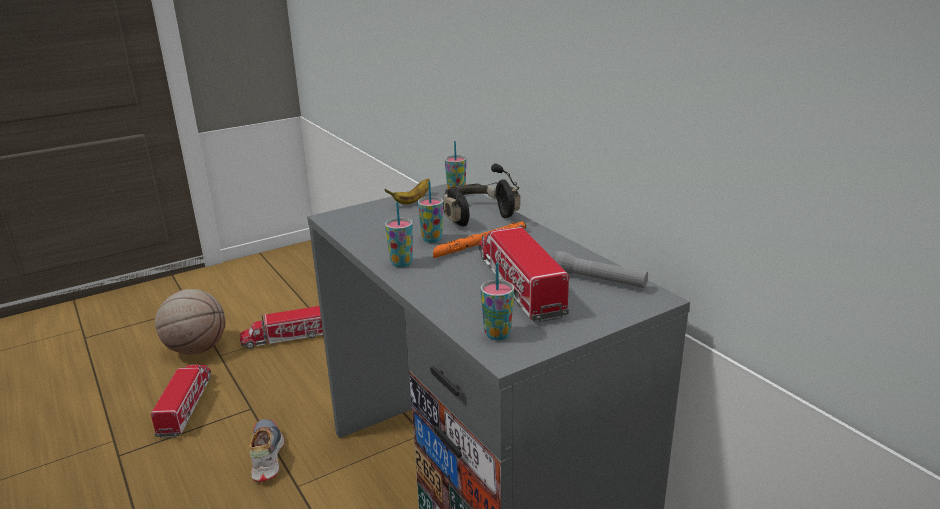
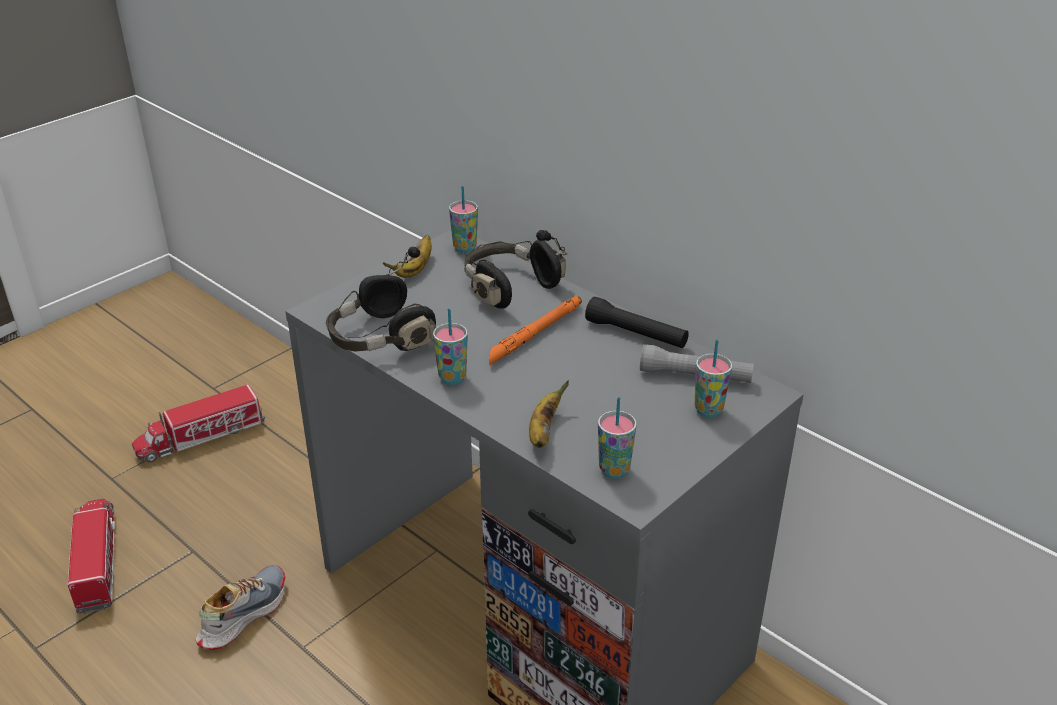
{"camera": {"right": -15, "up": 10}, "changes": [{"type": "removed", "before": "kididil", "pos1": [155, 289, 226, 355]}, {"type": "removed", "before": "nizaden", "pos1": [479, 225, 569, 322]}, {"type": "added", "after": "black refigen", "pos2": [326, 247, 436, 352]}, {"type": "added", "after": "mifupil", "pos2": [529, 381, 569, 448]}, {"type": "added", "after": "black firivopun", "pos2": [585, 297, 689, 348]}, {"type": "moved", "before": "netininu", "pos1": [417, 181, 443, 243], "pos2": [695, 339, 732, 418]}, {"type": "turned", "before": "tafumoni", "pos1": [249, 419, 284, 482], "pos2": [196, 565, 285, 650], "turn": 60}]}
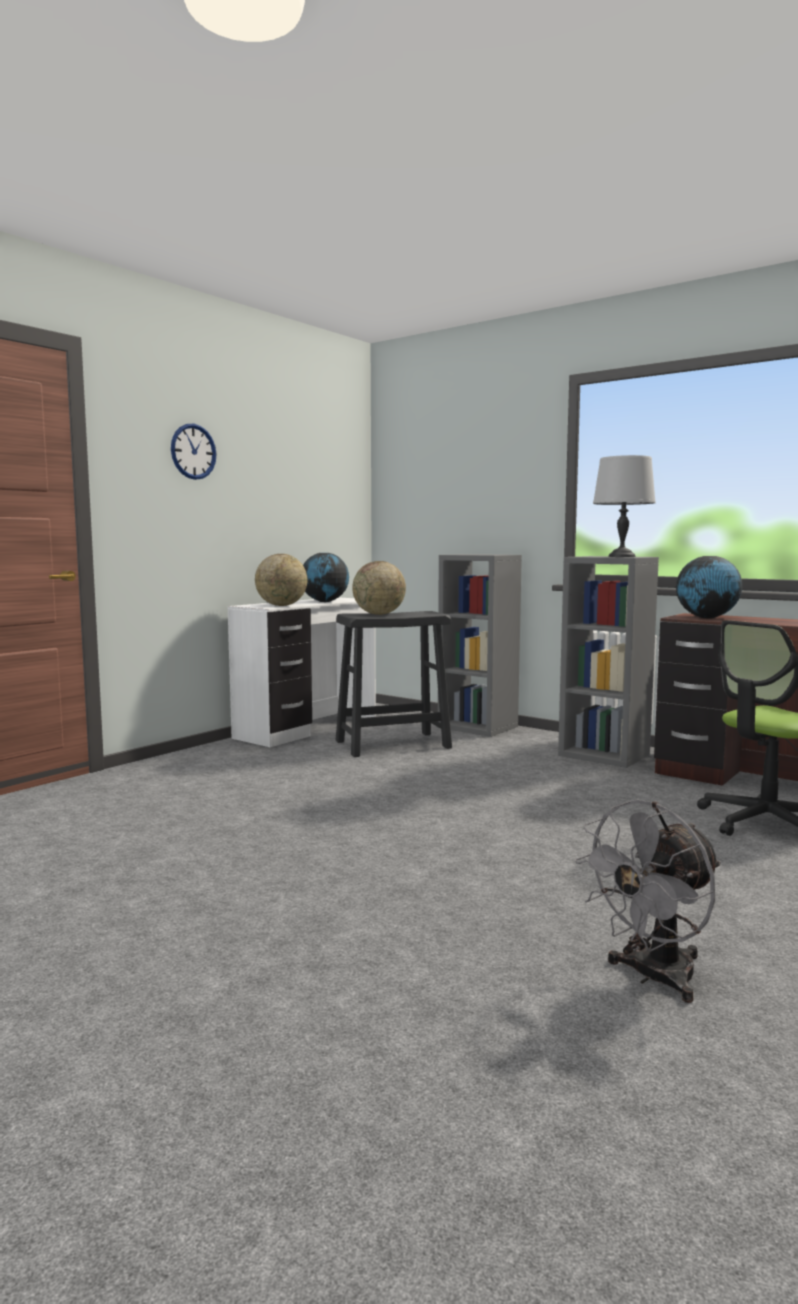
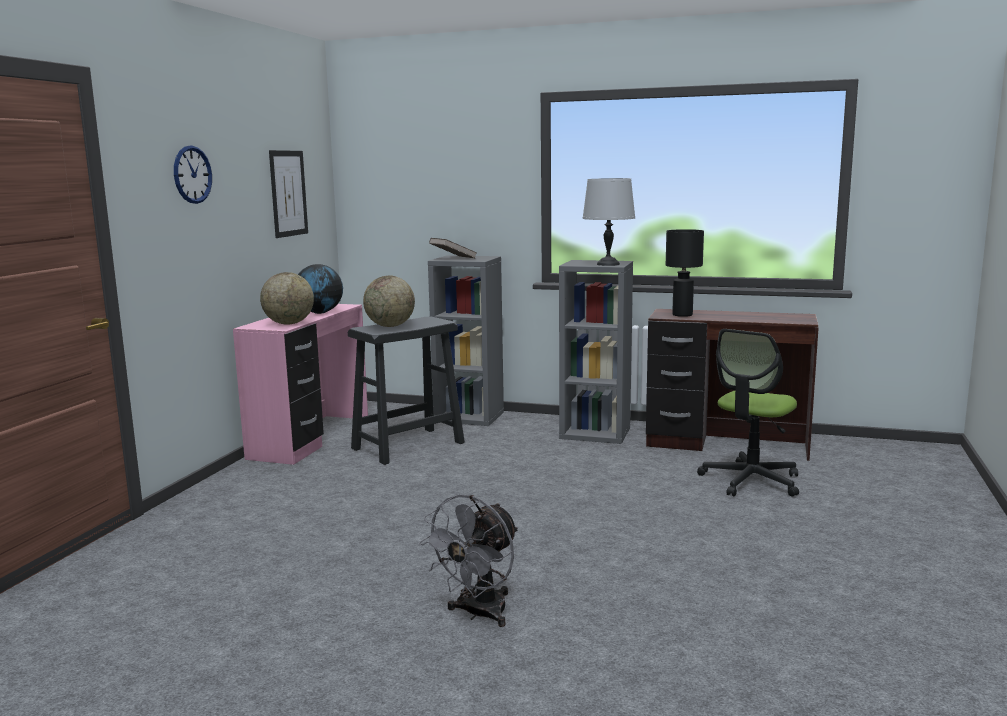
{"camera": {"right": -20, "up": 5}, "changes": [{"type": "added", "after": "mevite", "pos2": [269, 150, 308, 238]}, {"type": "added", "after": "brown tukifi", "pos2": [429, 238, 477, 258]}, {"type": "moved", "before": "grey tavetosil", "pos1": [575, 799, 721, 1003], "pos2": [419, 494, 518, 627]}, {"type": "replaced", "before": "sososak", "after": "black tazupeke", "pos1": [676, 556, 742, 618], "pos2": [666, 229, 704, 317]}, {"type": "recoloured", "before": "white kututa", "after": "pink kututa", "pos1": [228, 597, 376, 748], "pos2": [233, 304, 368, 465]}]}
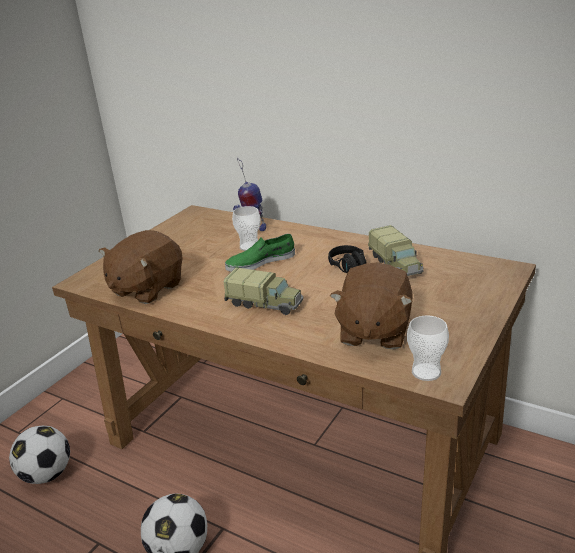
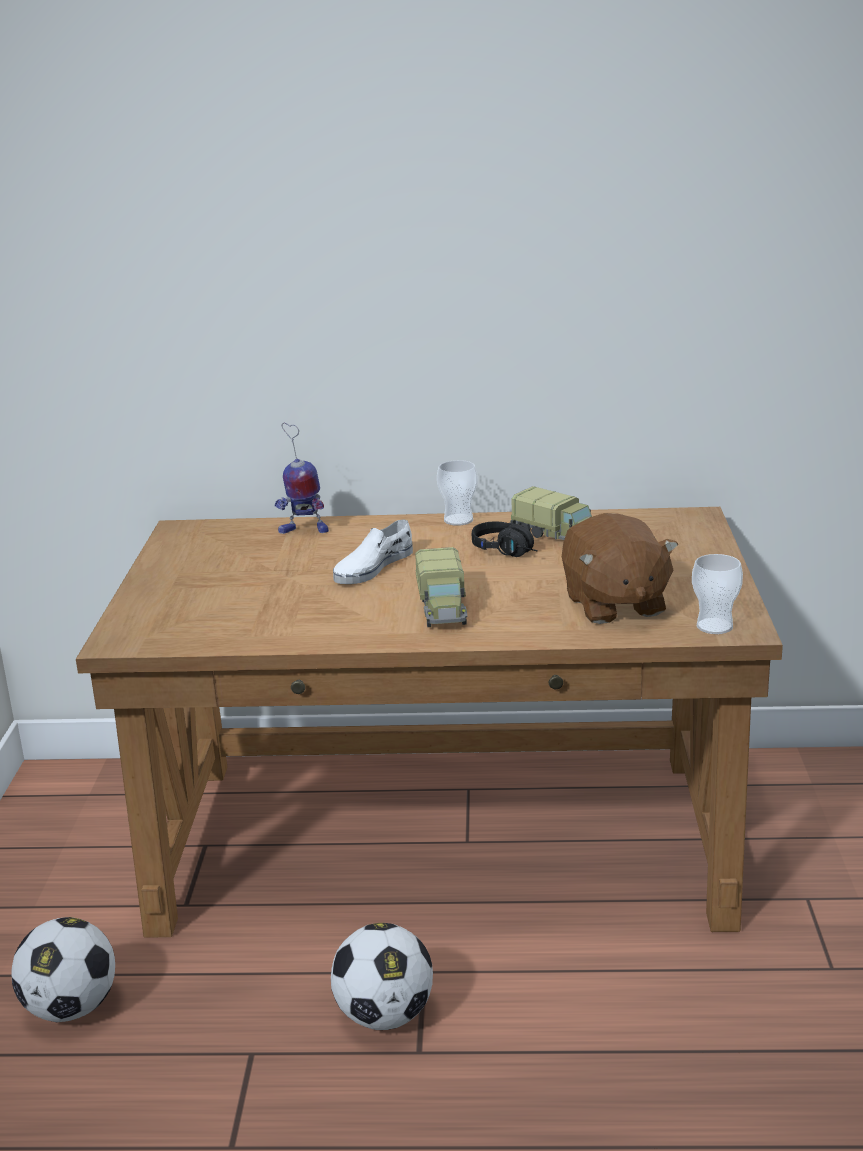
{"camera": {"right": -30, "up": -5}, "changes": [{"type": "removed", "before": "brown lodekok", "pos1": [99, 230, 183, 304]}, {"type": "moved", "before": "netininu", "pos1": [232, 206, 261, 251], "pos2": [437, 460, 478, 526]}, {"type": "recoloured", "before": "green tafumoni", "after": "white tafumoni", "pos1": [225, 234, 295, 272], "pos2": [333, 519, 413, 584]}, {"type": "turned", "before": "nizaden", "pos1": [224, 267, 303, 315], "pos2": [415, 547, 467, 627], "turn": 90}]}
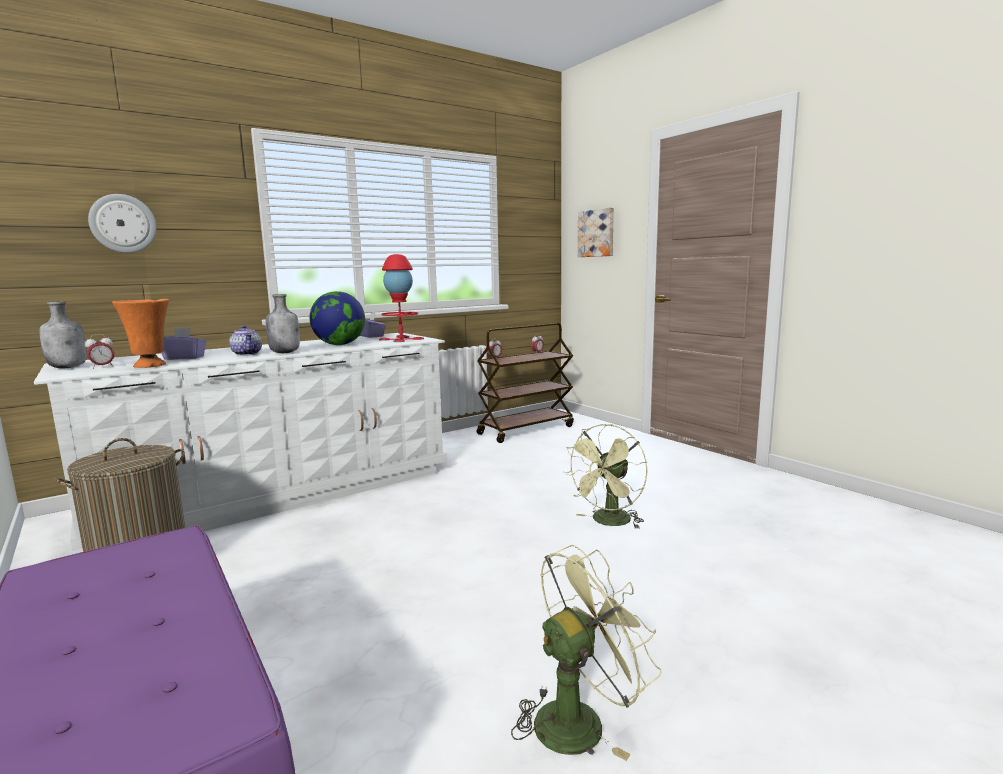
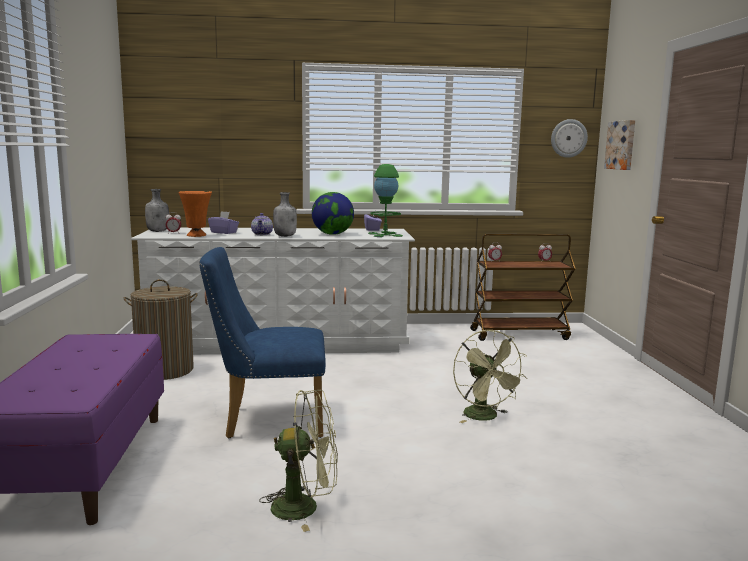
{"camera": {"right": 30, "up": 0}, "changes": [{"type": "added", "after": "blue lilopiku", "pos2": [199, 247, 326, 438]}, {"type": "moved", "before": "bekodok", "pos1": [88, 194, 157, 253], "pos2": [551, 119, 588, 158]}, {"type": "recoloured", "before": "red tazupeke", "after": "green tazupeke", "pos1": [379, 254, 424, 342], "pos2": [368, 164, 403, 237]}, {"type": "turned", "before": "green tavetosil", "pos1": [564, 424, 648, 529], "pos2": [453, 329, 527, 423], "turn": -90}]}
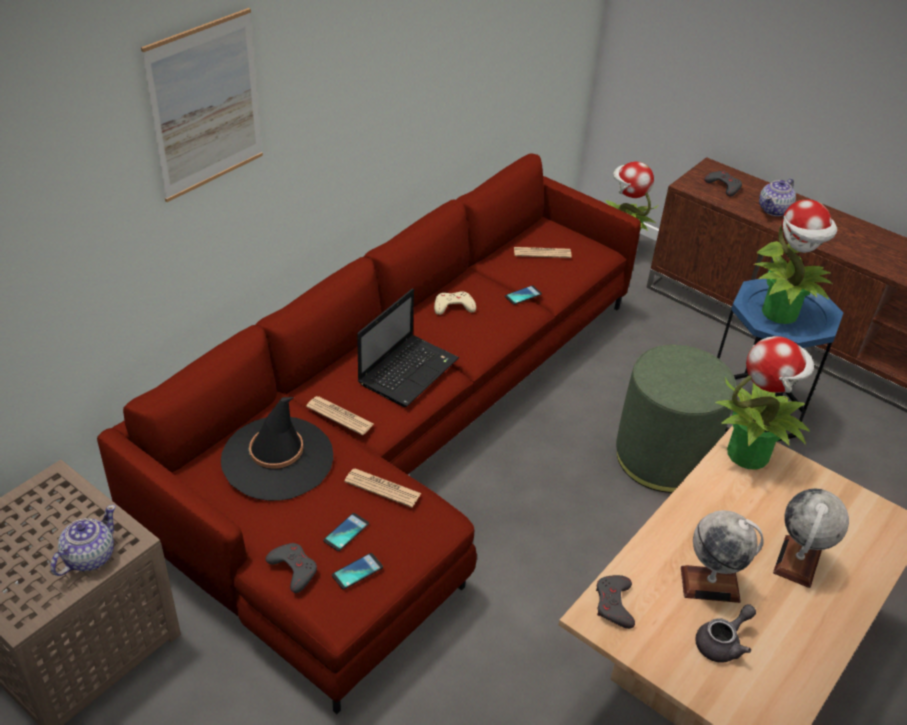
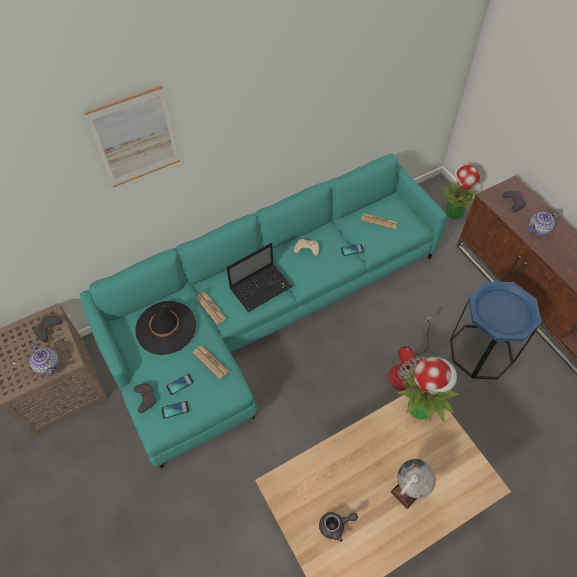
{"camera": {"right": 25, "up": 15}, "changes": [{"type": "removed", "before": "sososak", "pos1": [681, 510, 764, 603]}, {"type": "removed", "before": "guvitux", "pos1": [753, 199, 837, 324]}, {"type": "moved", "before": "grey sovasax", "pos1": [596, 575, 635, 629], "pos2": [34, 316, 62, 342]}, {"type": "replaced", "before": "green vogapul", "after": "tavetosil", "pos1": [616, 345, 736, 493], "pos2": [388, 315, 432, 390]}, {"type": "recoloured", "before": "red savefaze", "after": "turquoise savefaze", "pos1": [97, 153, 641, 714], "pos2": [79, 153, 447, 468]}, {"type": "turned", "before": "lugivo", "pos1": [51, 505, 116, 576], "pos2": [30, 343, 59, 376], "turn": 90}]}
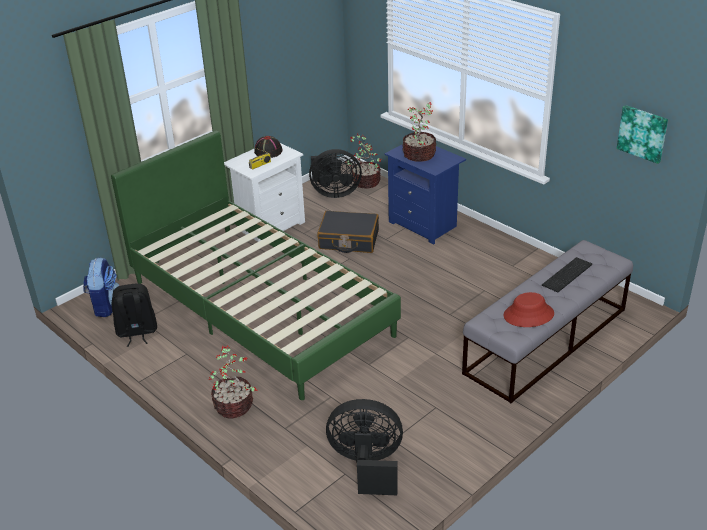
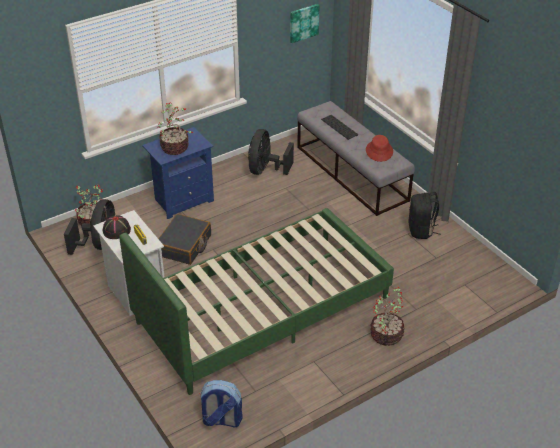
{"camera": {"right": -80, "up": 5}, "changes": [{"type": "moved", "before": "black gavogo", "pos1": [112, 283, 157, 347], "pos2": [408, 192, 440, 239]}, {"type": "moved", "before": "black tavetosil", "pos1": [326, 399, 403, 495], "pos2": [248, 129, 294, 175]}]}
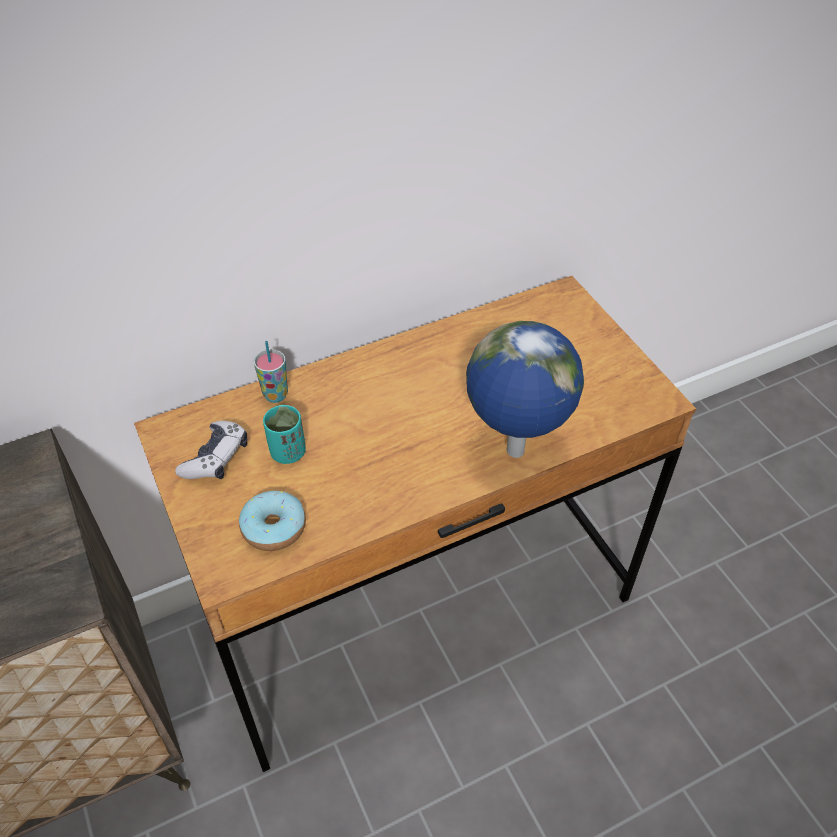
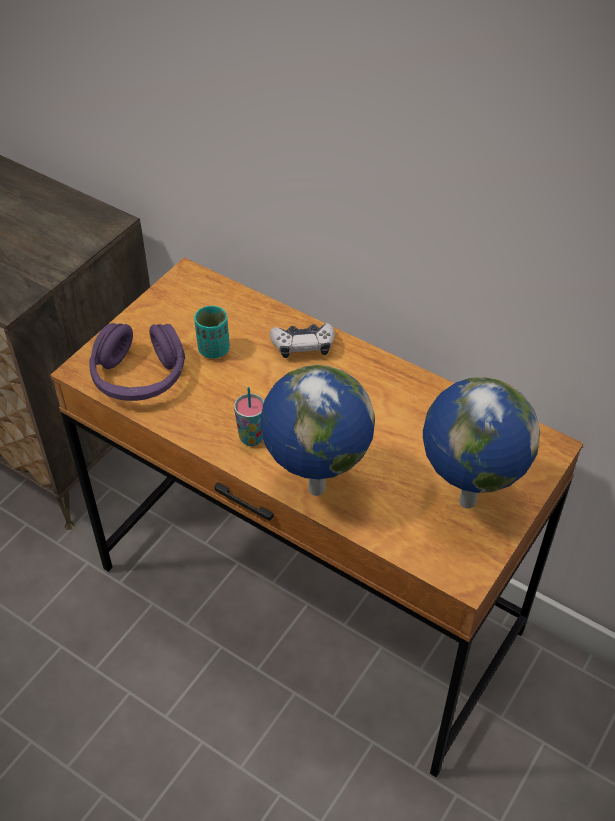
{"camera": {"right": 60, "up": 0}, "changes": [{"type": "added", "after": "sososak", "pos2": [423, 377, 540, 508]}, {"type": "moved", "before": "sovasax", "pos1": [175, 421, 247, 479], "pos2": [270, 323, 335, 358]}, {"type": "moved", "before": "netininu", "pos1": [254, 341, 288, 403], "pos2": [234, 387, 264, 446]}, {"type": "replaced", "before": "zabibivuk", "after": "purple refigen", "pos1": [239, 491, 306, 551], "pos2": [89, 323, 185, 401]}]}
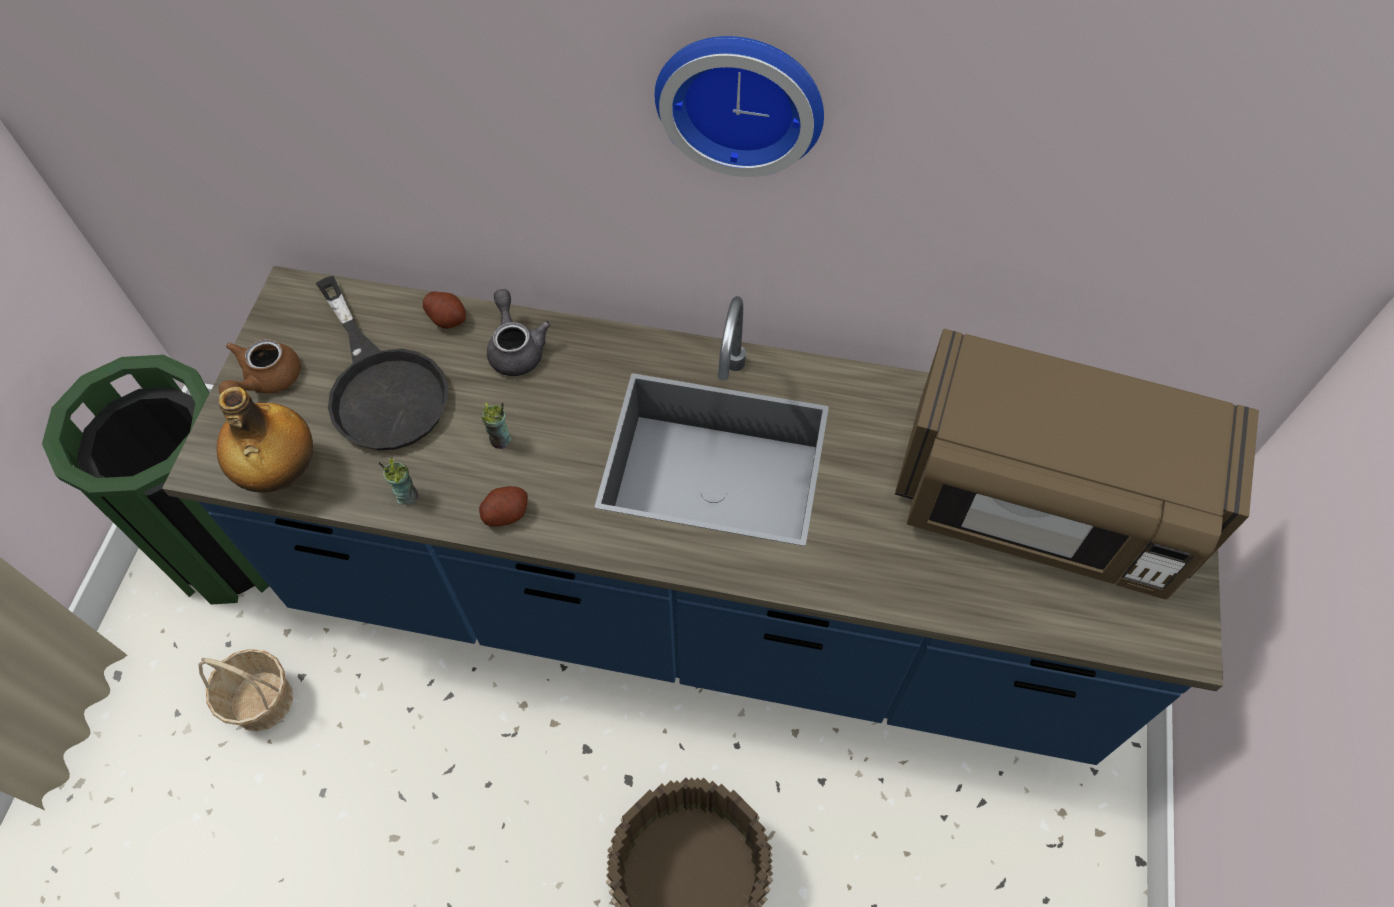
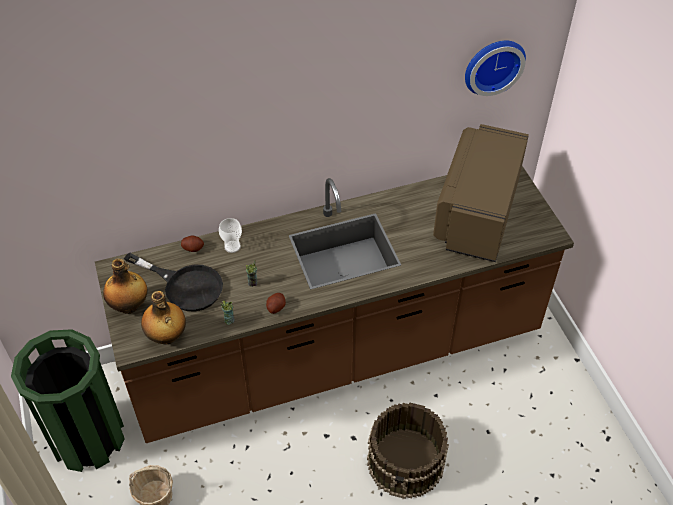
{"camera": {"right": -30, "up": -10}, "changes": [{"type": "moved", "before": "bekodok", "pos1": [655, 36, 824, 177], "pos2": [465, 41, 526, 96]}, {"type": "replaced", "before": "brown lugivo", "after": "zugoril", "pos1": [219, 339, 301, 394], "pos2": [103, 258, 147, 314]}, {"type": "replaced", "before": "grey lugivo", "after": "netininu", "pos1": [487, 289, 550, 376], "pos2": [219, 218, 242, 253]}, {"type": "recoloured", "before": "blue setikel", "after": "brown setikel", "pos1": [162, 266, 1223, 765], "pos2": [95, 166, 574, 443]}, {"type": "turned", "before": "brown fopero", "pos1": [895, 329, 1259, 599], "pos2": [433, 124, 529, 262], "turn": 120}]}
